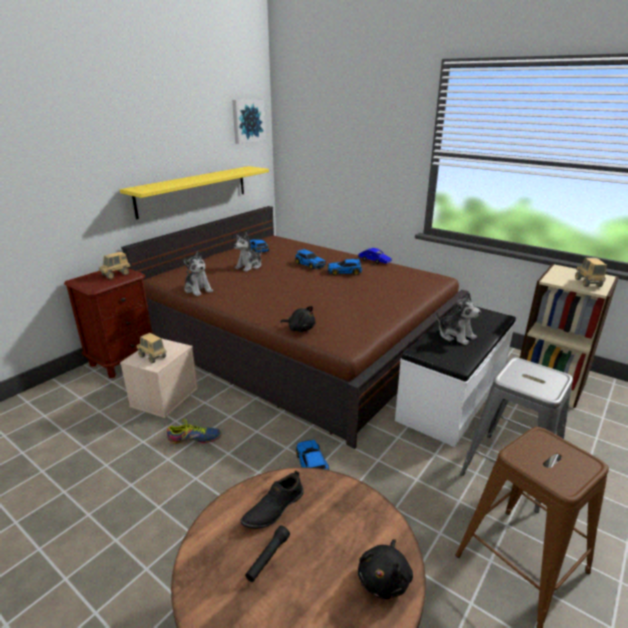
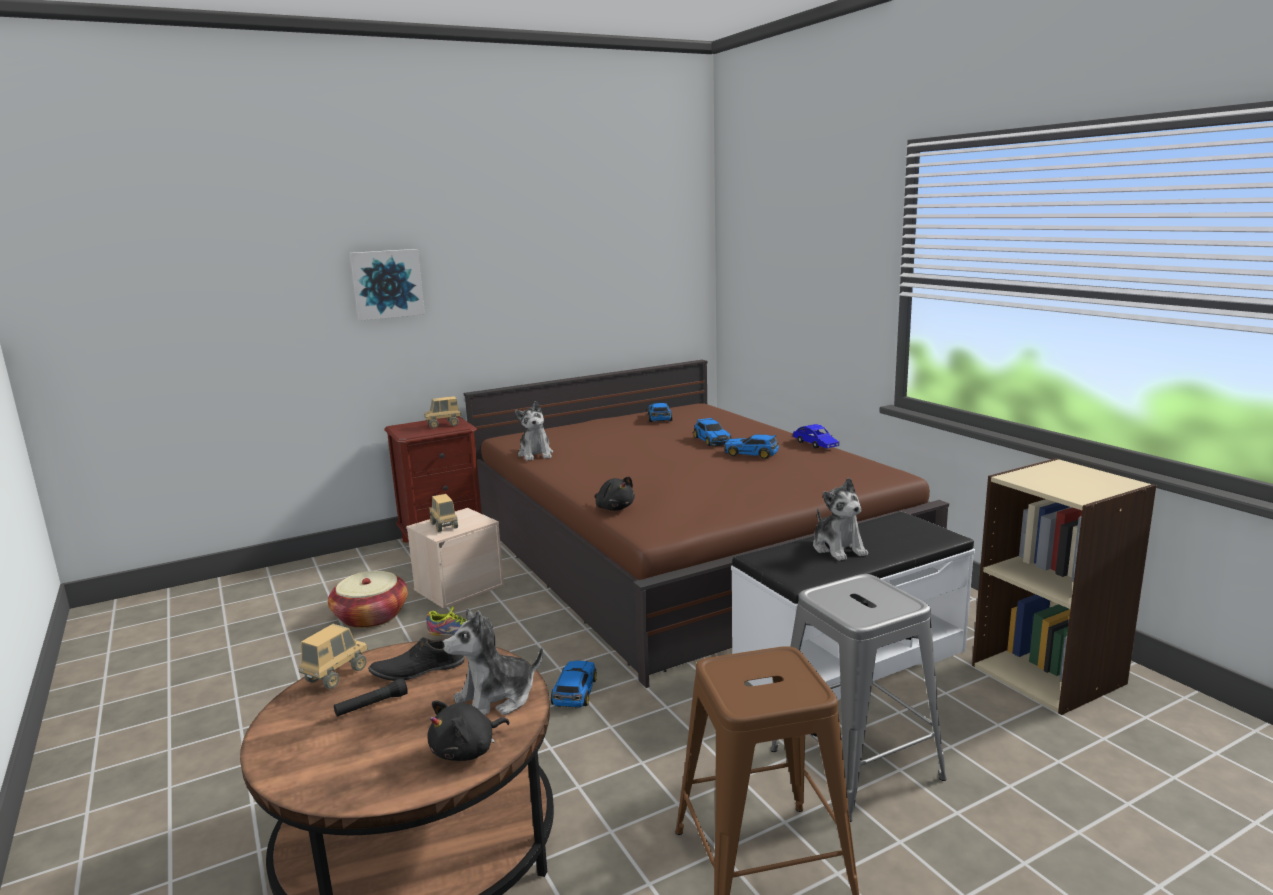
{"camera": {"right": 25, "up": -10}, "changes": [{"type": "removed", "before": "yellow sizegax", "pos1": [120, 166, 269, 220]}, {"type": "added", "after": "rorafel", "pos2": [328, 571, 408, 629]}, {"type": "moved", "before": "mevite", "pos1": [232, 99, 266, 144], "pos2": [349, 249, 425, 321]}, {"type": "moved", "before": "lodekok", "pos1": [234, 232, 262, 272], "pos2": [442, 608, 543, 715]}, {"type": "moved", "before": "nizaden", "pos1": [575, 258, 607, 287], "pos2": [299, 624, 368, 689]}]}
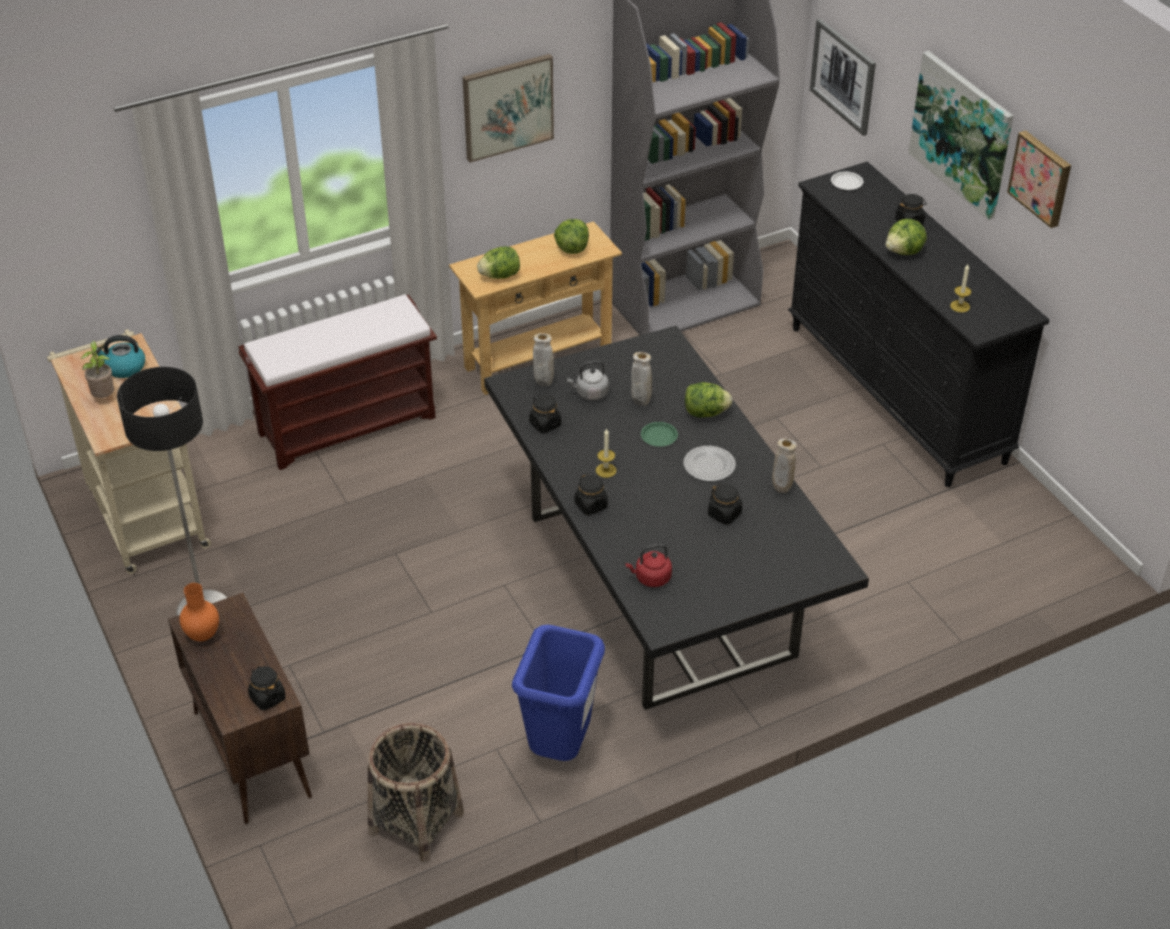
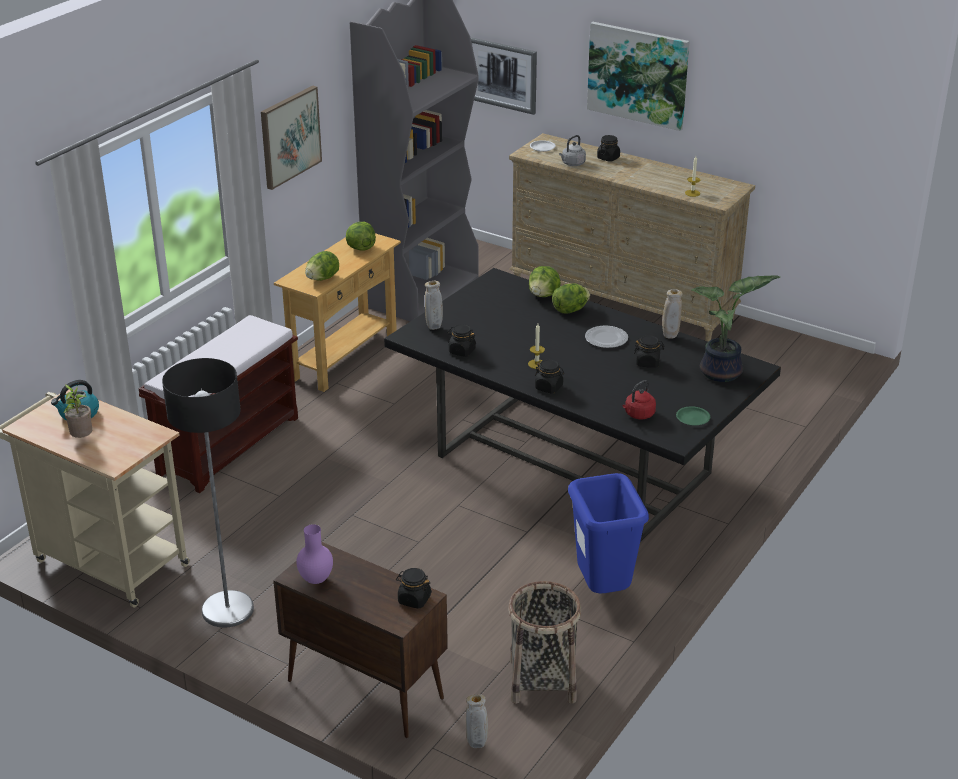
{"camera": {"right": -30, "up": -10}, "changes": [{"type": "removed", "before": "mevite", "pos1": [1007, 130, 1071, 228]}, {"type": "added", "after": "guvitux", "pos2": [691, 275, 780, 382]}, {"type": "moved", "before": "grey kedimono", "pos1": [567, 361, 609, 400], "pos2": [559, 135, 586, 166]}, {"type": "moved", "before": "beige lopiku", "pos1": [631, 352, 652, 406], "pos2": [466, 694, 488, 748]}, {"type": "moved", "before": "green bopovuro", "pos1": [641, 422, 678, 447], "pos2": [676, 406, 710, 426]}, {"type": "moved", "before": "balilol", "pos1": [886, 219, 927, 255], "pos2": [529, 266, 561, 297]}, {"type": "recoloured", "before": "orange lopiku", "after": "purple lopiku", "pos1": [180, 583, 219, 641], "pos2": [296, 524, 333, 584]}, {"type": "recoloured", "before": "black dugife", "after": "beige dugife", "pos1": [788, 161, 1050, 487], "pos2": [509, 133, 755, 342]}]}
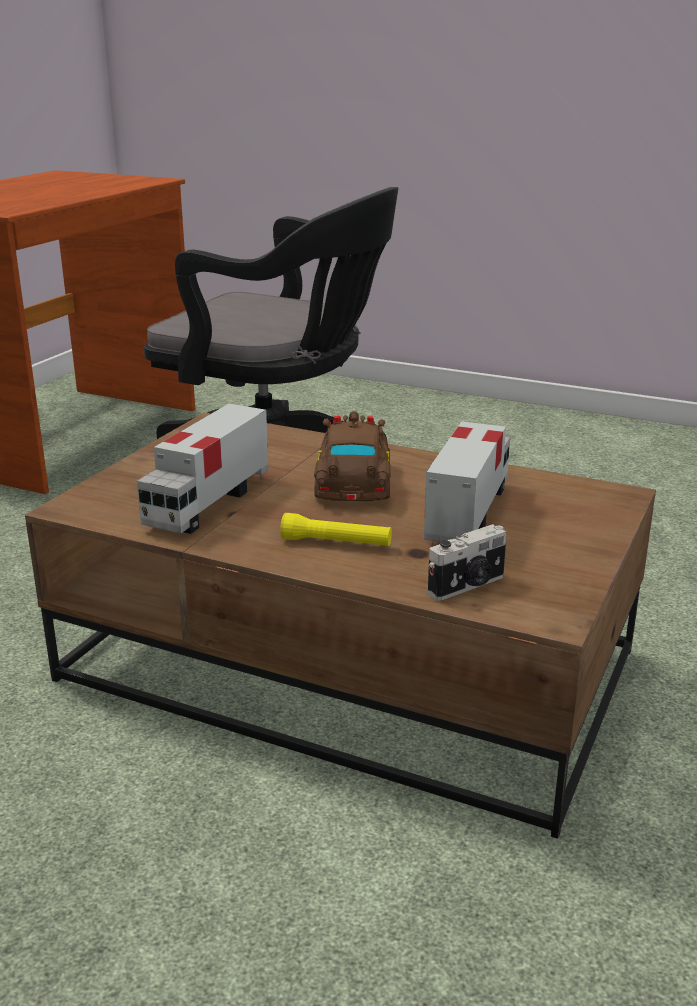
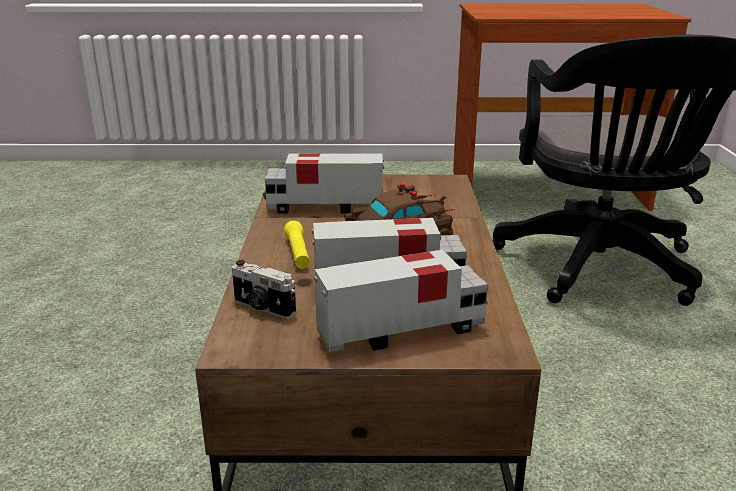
{"camera": {"right": 65, "up": 0}, "changes": [{"type": "added", "after": "nizaden", "pos2": [314, 250, 488, 353]}]}
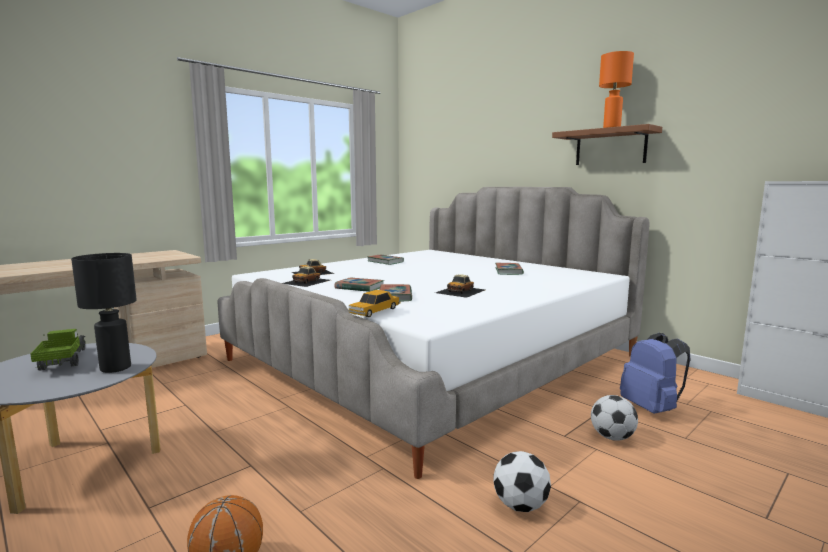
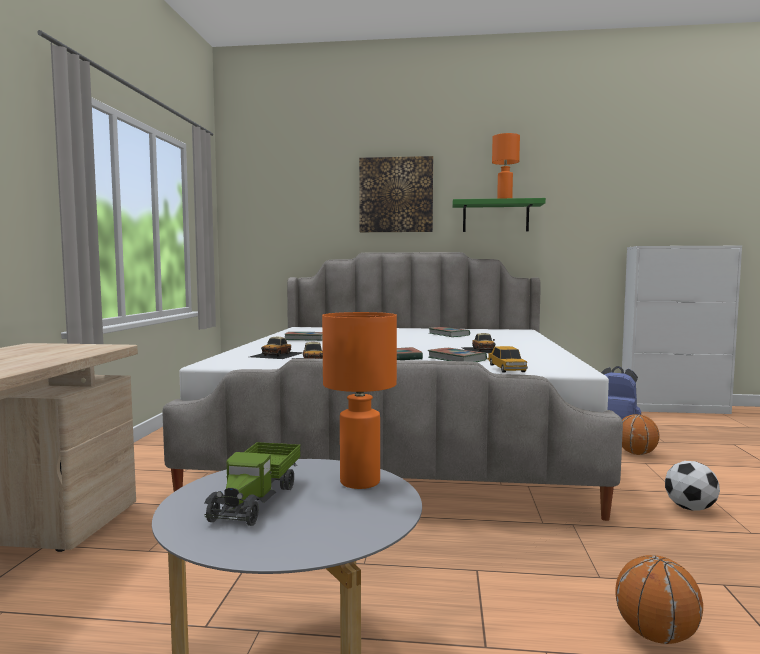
{"camera": {"right": -40, "up": -5}, "changes": [{"type": "added", "after": "mevite", "pos2": [359, 156, 433, 232]}, {"type": "replaced", "before": "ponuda", "after": "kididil", "pos1": [591, 395, 638, 441], "pos2": [622, 414, 659, 455]}, {"type": "recoloured", "before": "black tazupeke", "after": "orange tazupeke", "pos1": [71, 253, 137, 373], "pos2": [322, 312, 397, 489]}, {"type": "recoloured", "before": "brown sizegax", "after": "green sizegax", "pos1": [552, 124, 662, 165], "pos2": [452, 198, 546, 232]}, {"type": "turned", "before": "nizaden", "pos1": [30, 329, 86, 371], "pos2": [205, 442, 301, 526], "turn": -105}]}
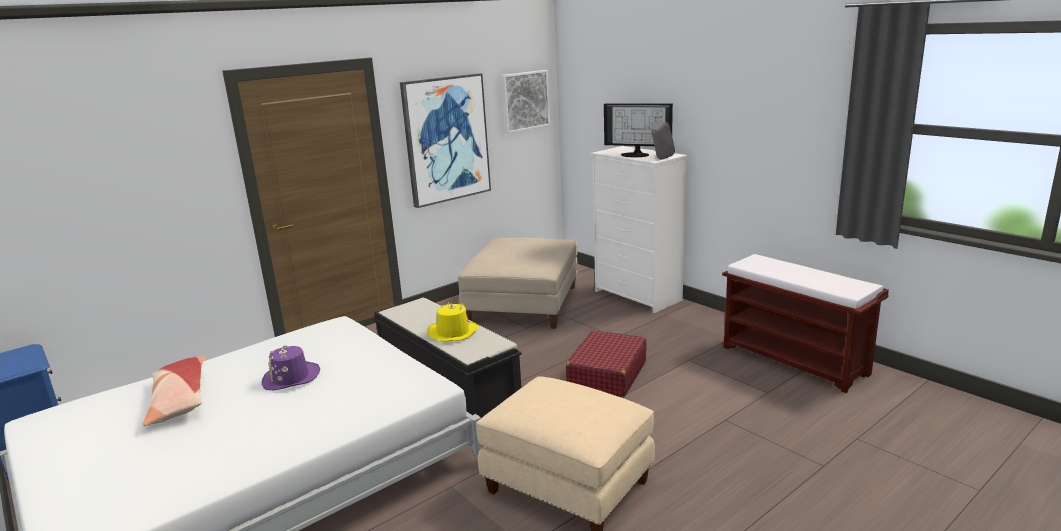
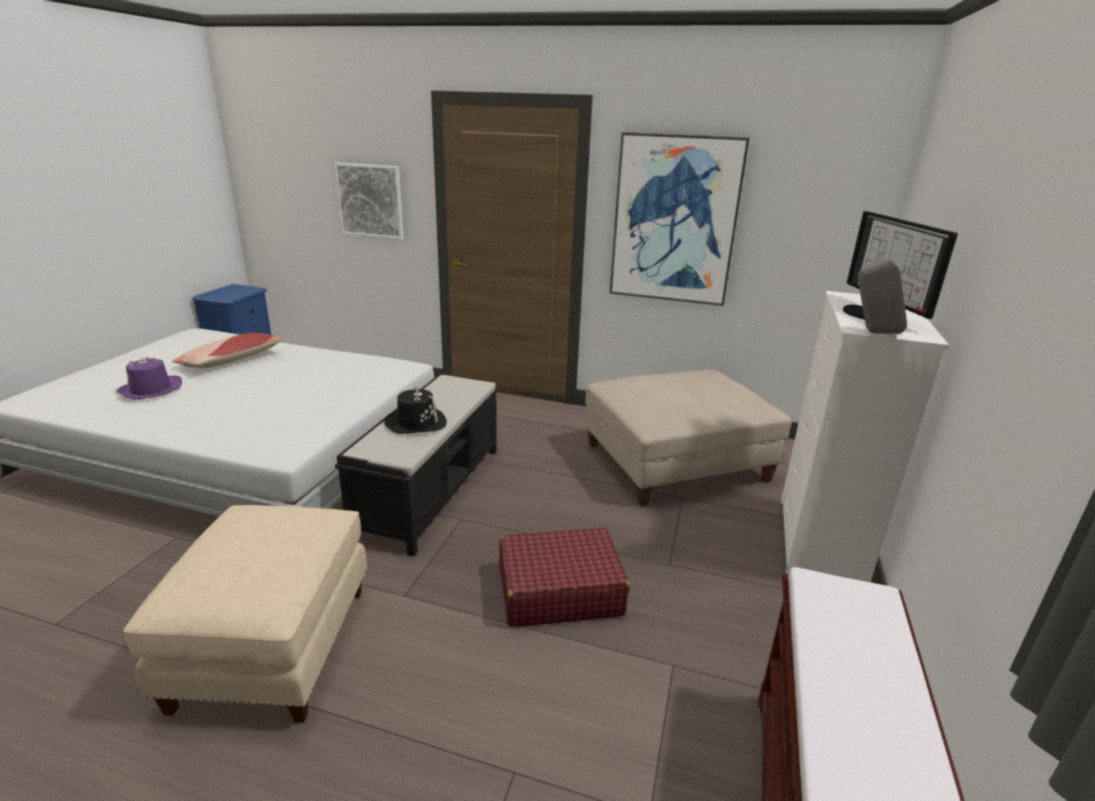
{"camera": {"right": 55, "up": 5}, "changes": [{"type": "moved", "before": "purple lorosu", "pos1": [262, 345, 320, 390], "pos2": [117, 357, 182, 399]}, {"type": "moved", "before": "mevite", "pos1": [502, 70, 550, 133], "pos2": [334, 163, 404, 240]}, {"type": "recoloured", "before": "yellow lorosu", "after": "black lorosu", "pos1": [428, 303, 479, 342], "pos2": [385, 387, 447, 434]}]}
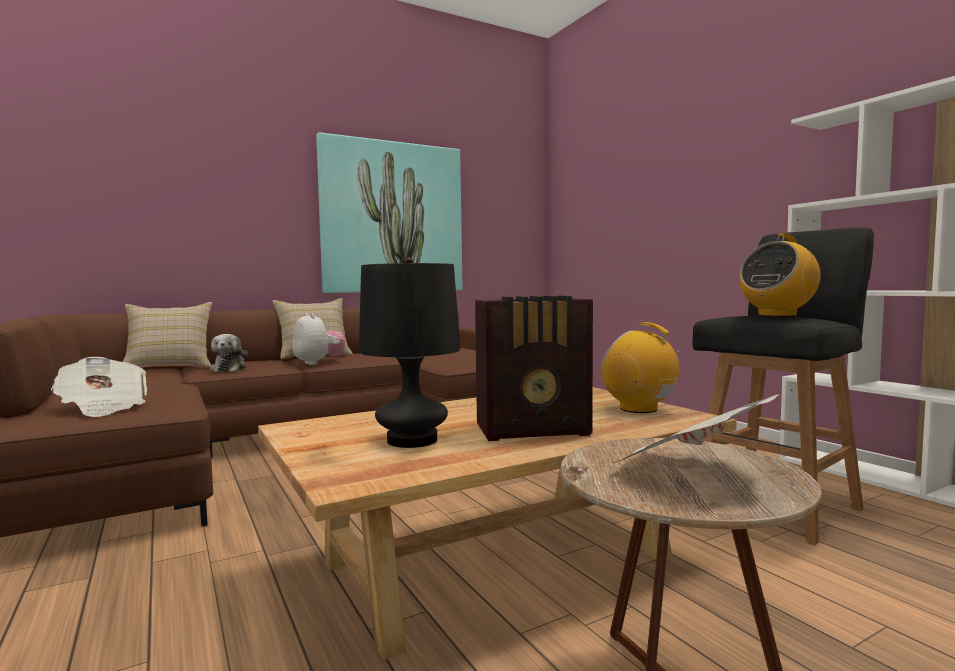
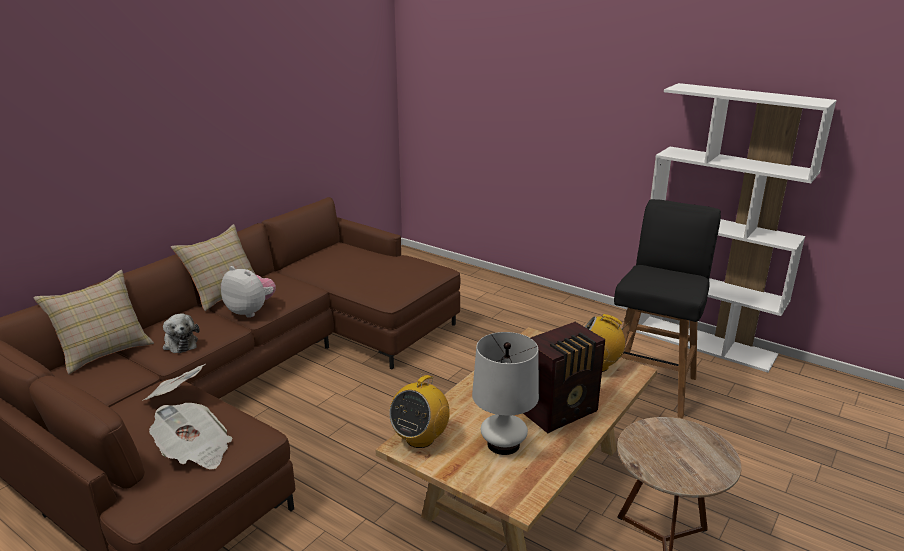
{"camera": {"right": -25, "up": 20}, "changes": [{"type": "removed", "before": "mevite", "pos1": [316, 132, 462, 293]}, {"type": "moved", "before": "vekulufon", "pos1": [613, 394, 778, 463], "pos2": [142, 364, 206, 401]}, {"type": "moved", "before": "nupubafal", "pos1": [739, 233, 820, 317], "pos2": [389, 375, 450, 448]}, {"type": "recoloured", "before": "black tazupeke", "after": "white tazupeke", "pos1": [359, 257, 460, 448], "pos2": [472, 332, 539, 455]}]}
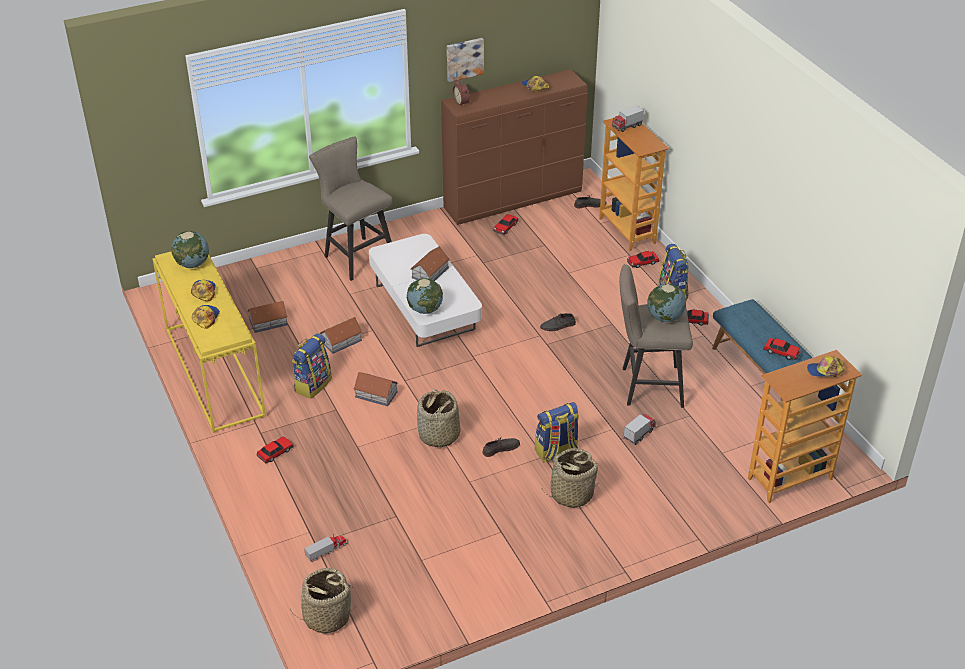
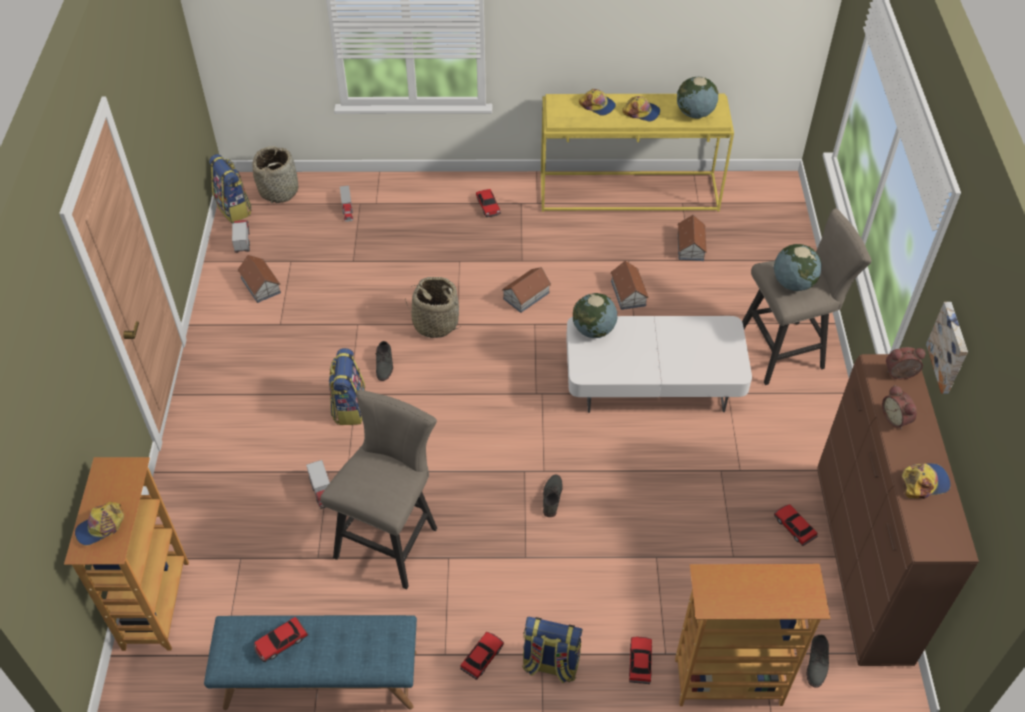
{"camera": {"right": 115, "up": 10}, "changes": [{"type": "removed", "before": "rorafel", "pos1": [542, 448, 600, 508]}, {"type": "added", "after": "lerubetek", "pos2": [882, 385, 917, 430]}, {"type": "moved", "before": "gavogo", "pos1": [292, 333, 332, 399], "pos2": [209, 154, 252, 223]}, {"type": "moved", "before": "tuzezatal", "pos1": [410, 246, 450, 281], "pos2": [238, 255, 281, 303]}, {"type": "moved", "before": "nizaden", "pos1": [612, 106, 644, 132], "pos2": [232, 220, 250, 253]}, {"type": "moved", "before": "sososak", "pos1": [647, 284, 686, 322], "pos2": [774, 244, 822, 291]}, {"type": "turned", "before": "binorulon", "pos1": [807, 356, 845, 377], "pos2": [75, 502, 124, 545], "turn": -150}]}
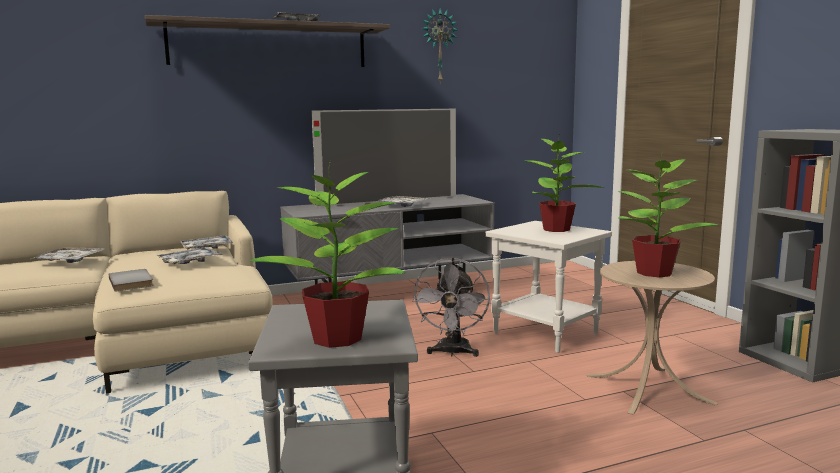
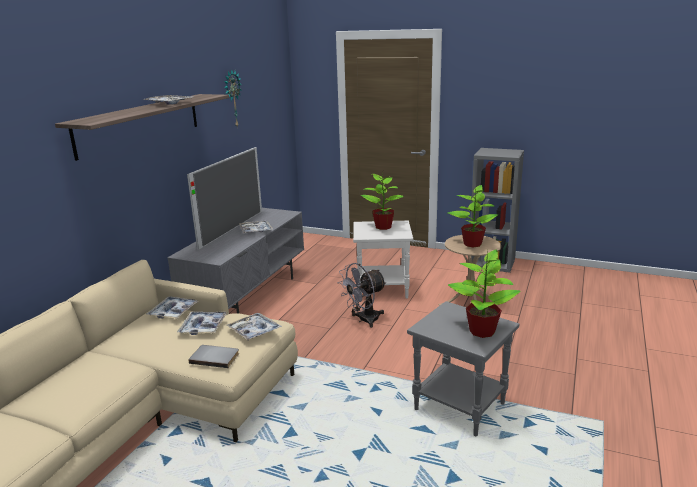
{"camera": {"right": -45, "up": 10}, "changes": [{"type": "moved", "before": "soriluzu", "pos1": [31, 248, 105, 263], "pos2": [226, 313, 282, 341]}, {"type": "turned", "before": "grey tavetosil", "pos1": [412, 257, 490, 357], "pos2": [338, 263, 387, 328], "turn": 90}]}
